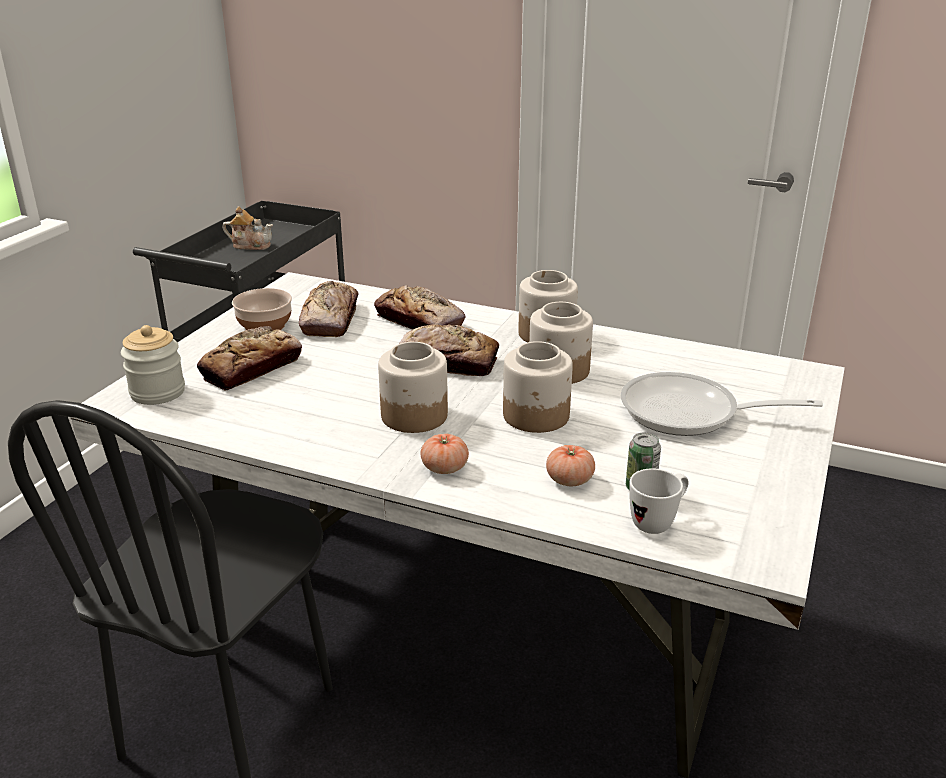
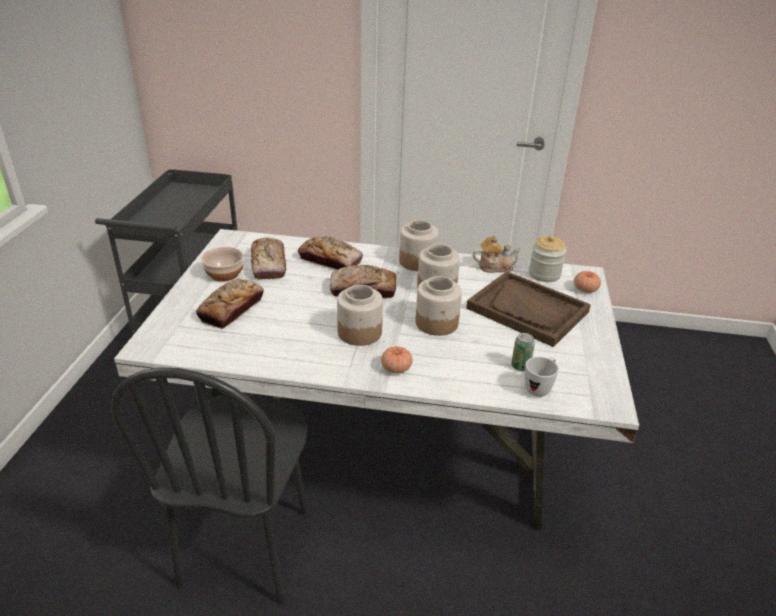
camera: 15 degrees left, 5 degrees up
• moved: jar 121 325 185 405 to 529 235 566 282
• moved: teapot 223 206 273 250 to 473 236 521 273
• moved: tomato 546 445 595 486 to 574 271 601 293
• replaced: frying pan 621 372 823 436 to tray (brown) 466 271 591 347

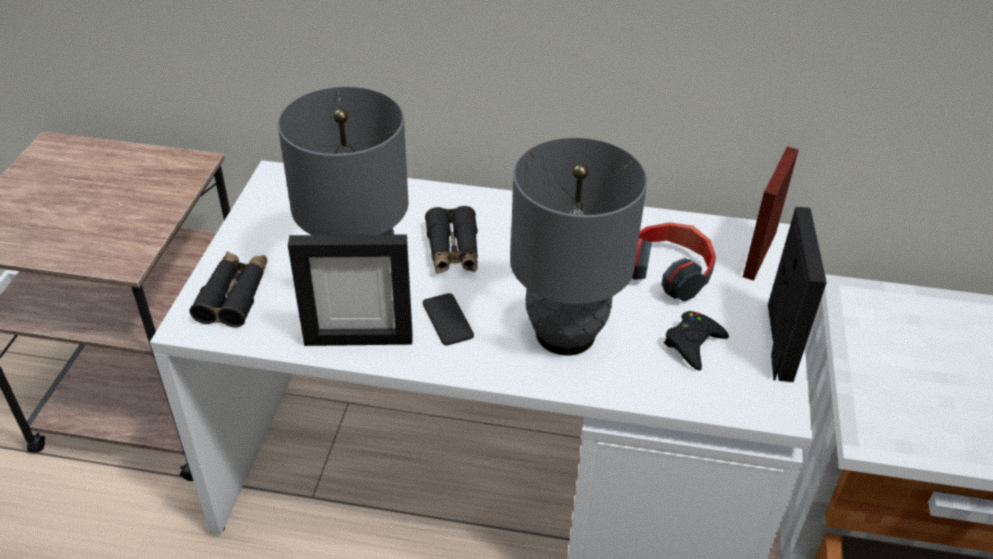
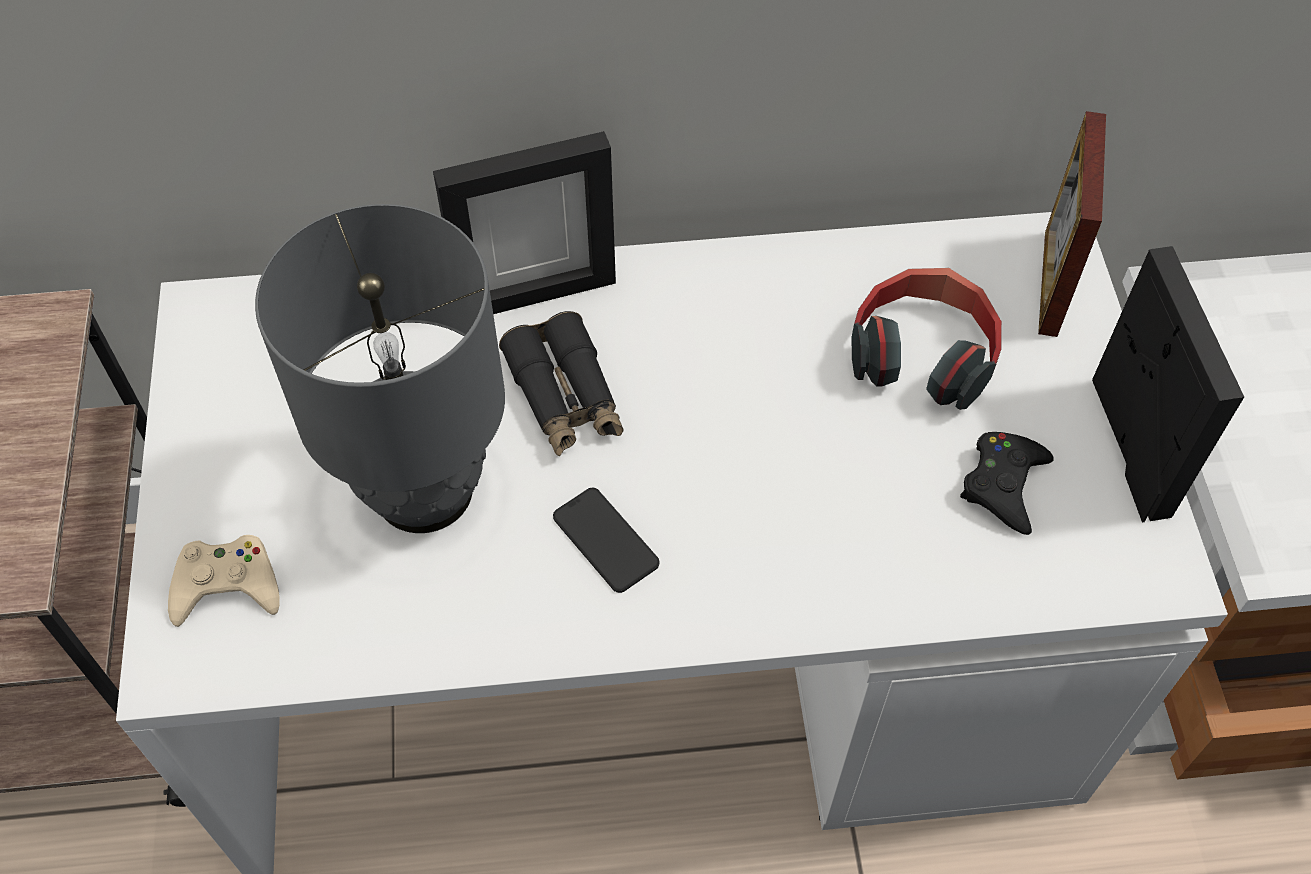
camera: 15 degrees left, 15 degrees up
• removed: table lamp (grey) 510 138 647 356
• moved: picture frame 288 234 413 346 to 433 131 616 314
• replaced: binoculars (black) 190 251 267 327 to game controller (beige) 168 535 280 627

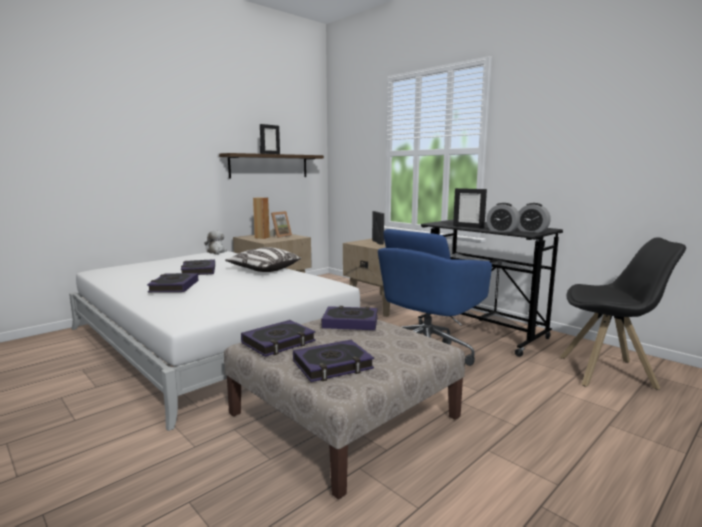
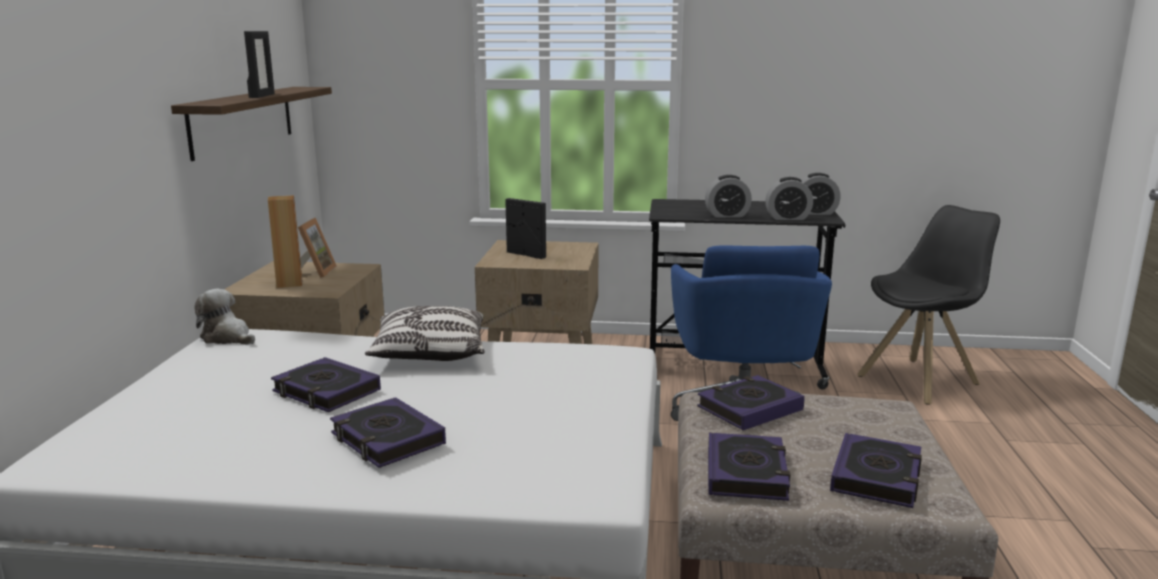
camera: 40 degrees left, 5 degrees up
• replaced: picture frame 453 188 487 228 to alarm clock 705 175 752 218

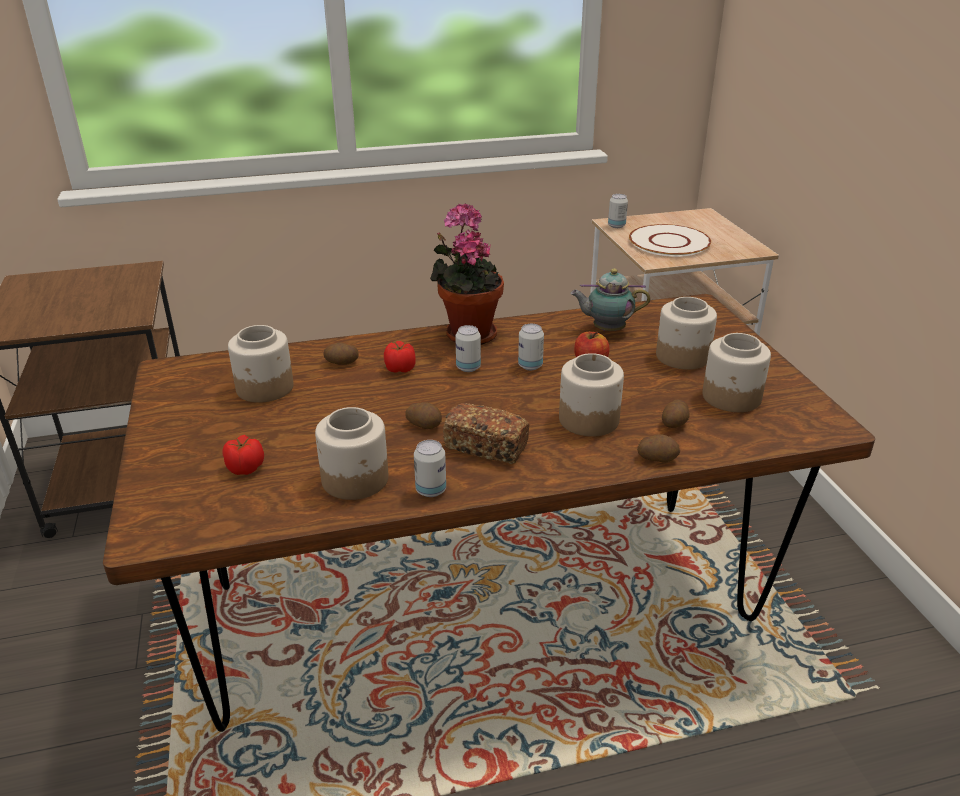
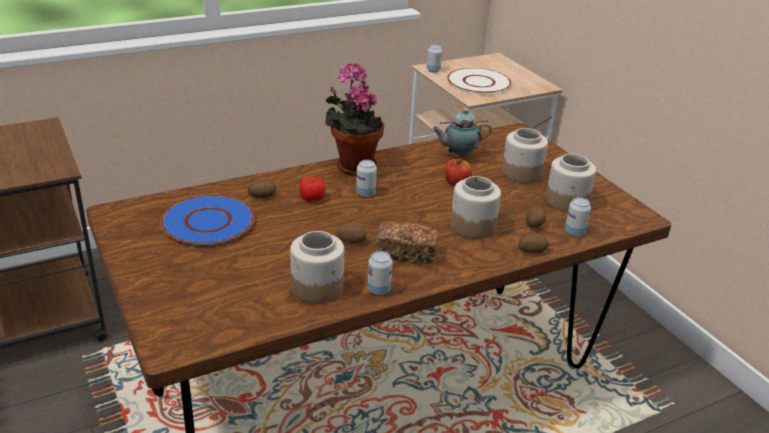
camera: 15 degrees left, 0 degrees up
• removed: tomato 222 435 264 475
• moved: can 518 324 544 370 to 565 197 591 236
• replaced: jar 228 325 294 403 to plate (blue) 160 195 255 245

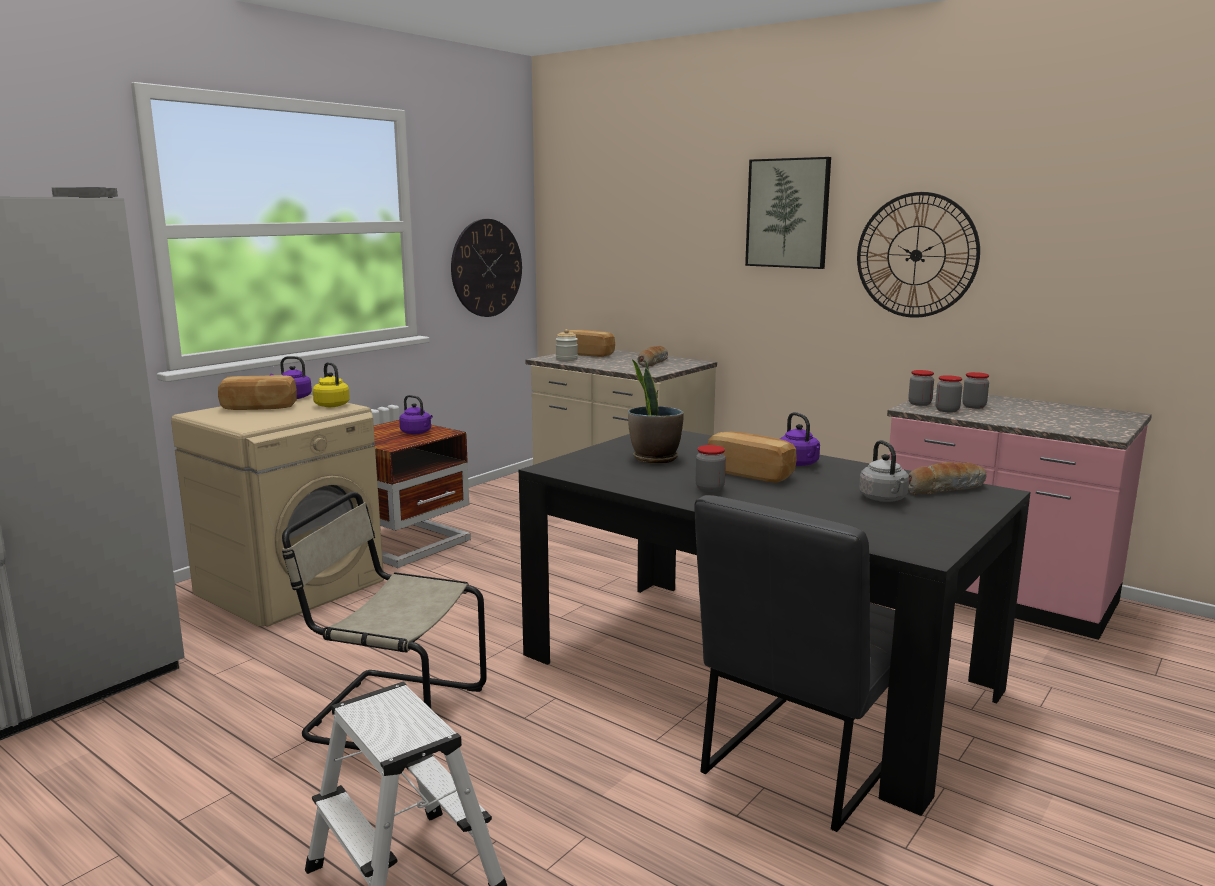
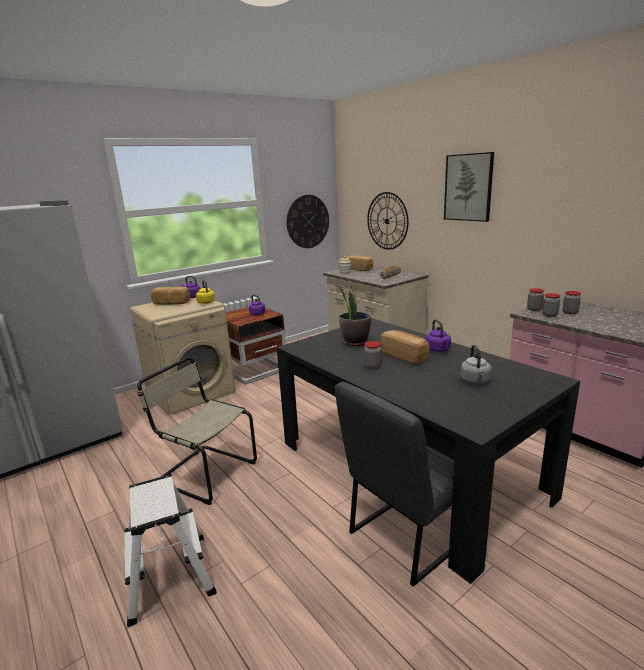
camera: 15 degrees right, 5 degrees up
• removed: bread 908 462 987 495
• moved: wall clock 857 192 980 318 to 367 192 409 250

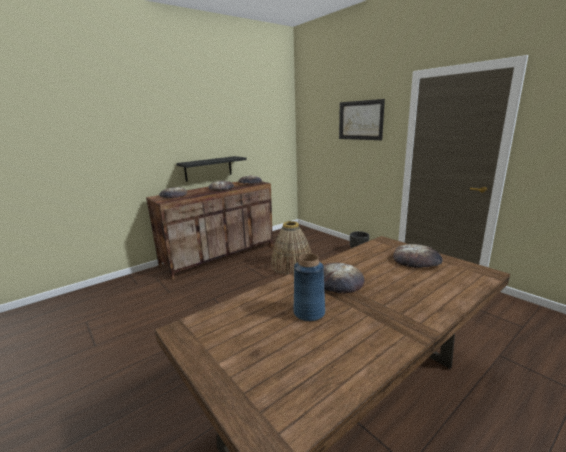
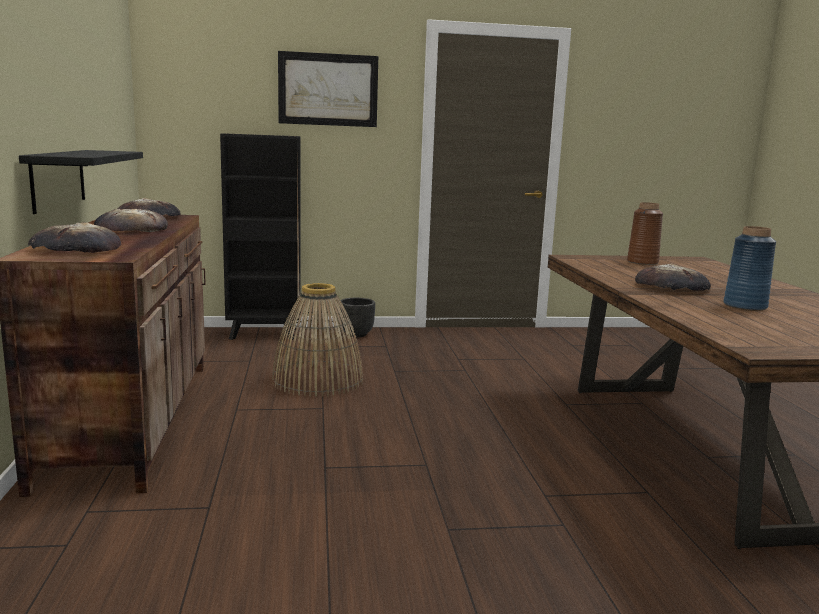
camera: 60 degrees left, 5 degrees down
• added: bookcase (black) 220 133 301 340
• replaced: bread 393 244 443 268 to vase (brown) 627 202 663 265

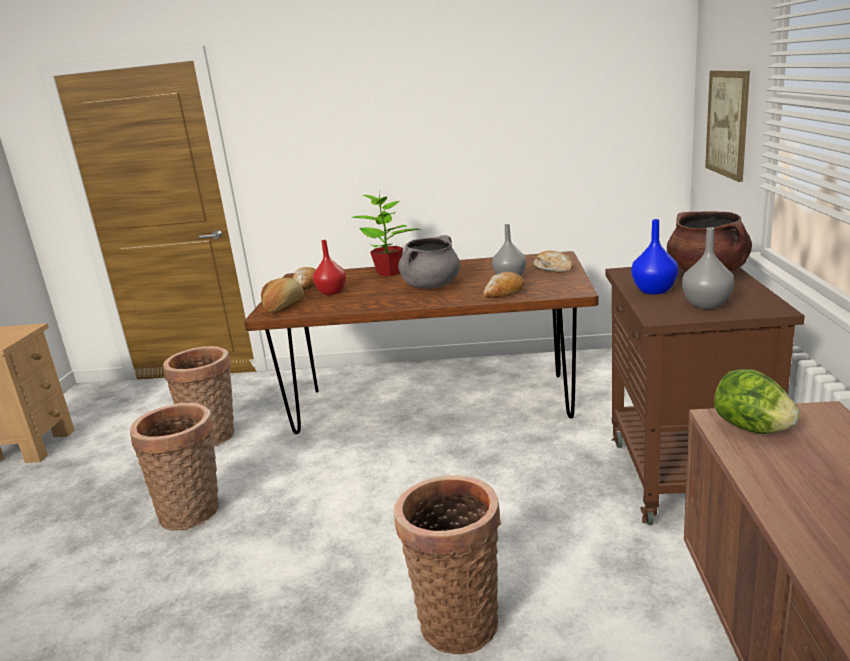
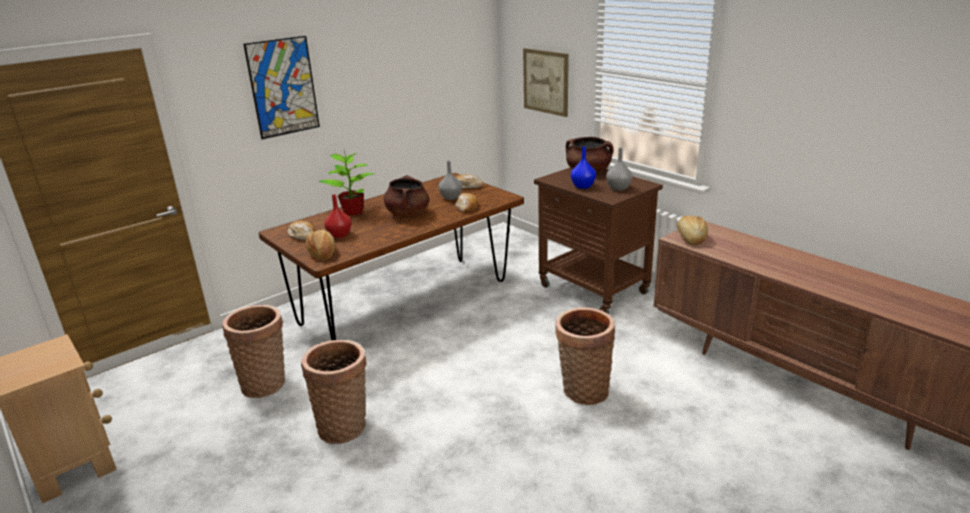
camera: 45 degrees left, 5 degrees up
• added: picture 243 36 320 139
• replaced: lettuce 714 369 800 434 to bread 677 215 708 245
• recoloured: cooking pot (grey) 398 235 460 289 to cooking pot (brown) 384 175 429 217

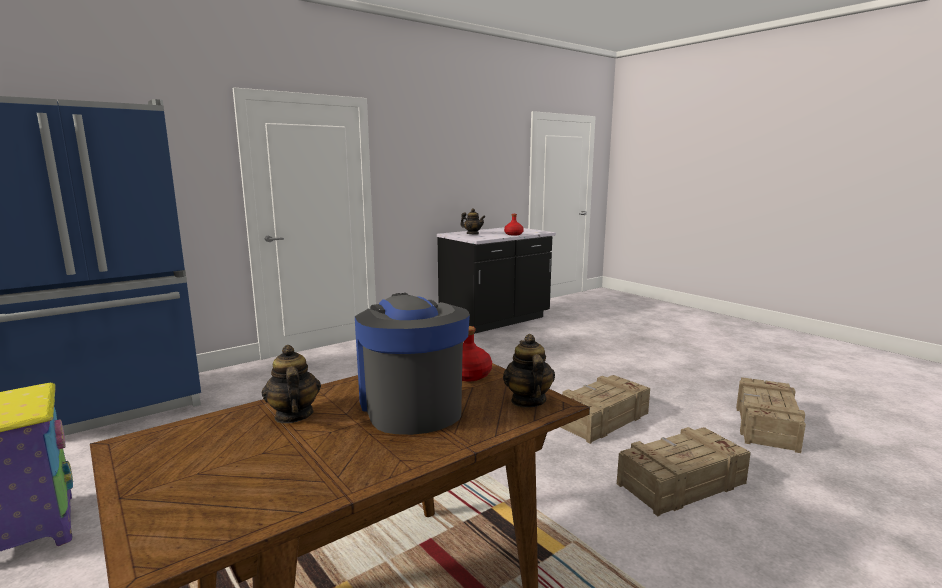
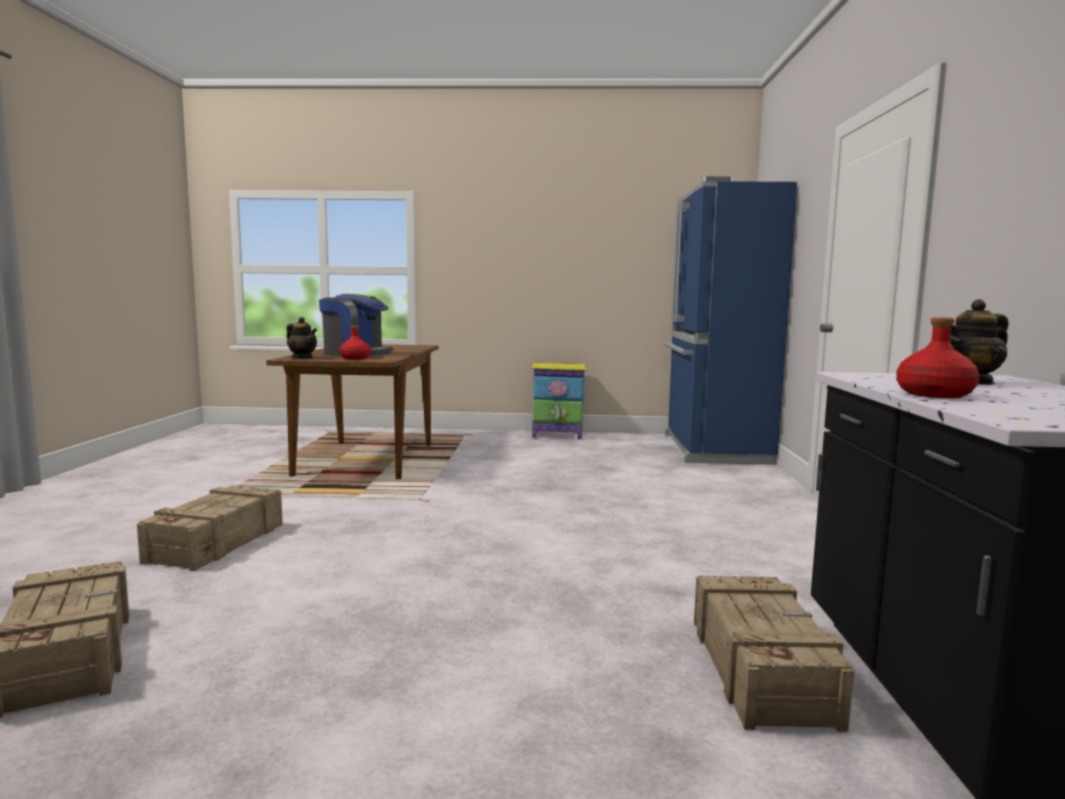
camera: 130 degrees right, 5 degrees down
• removed: teapot 262 345 321 424
• moved: crate 561 375 650 444 to 694 576 854 732

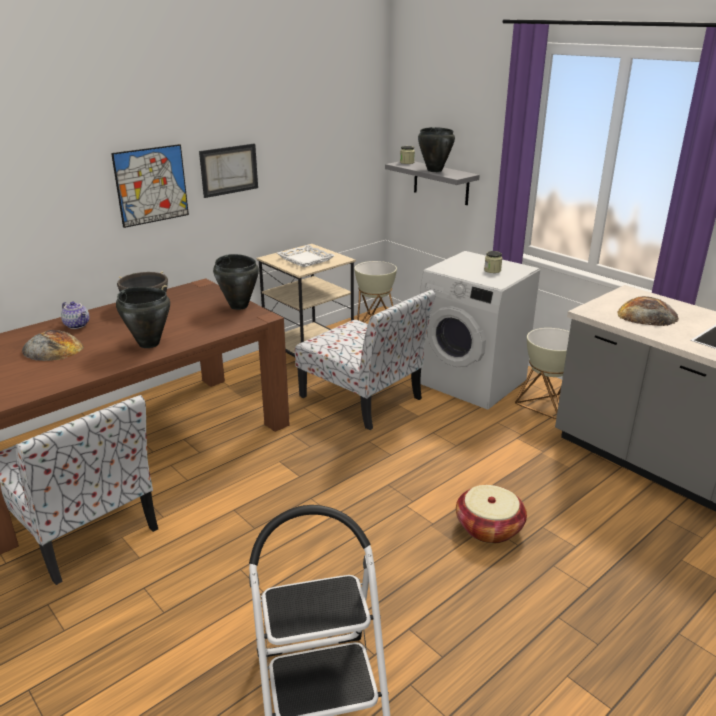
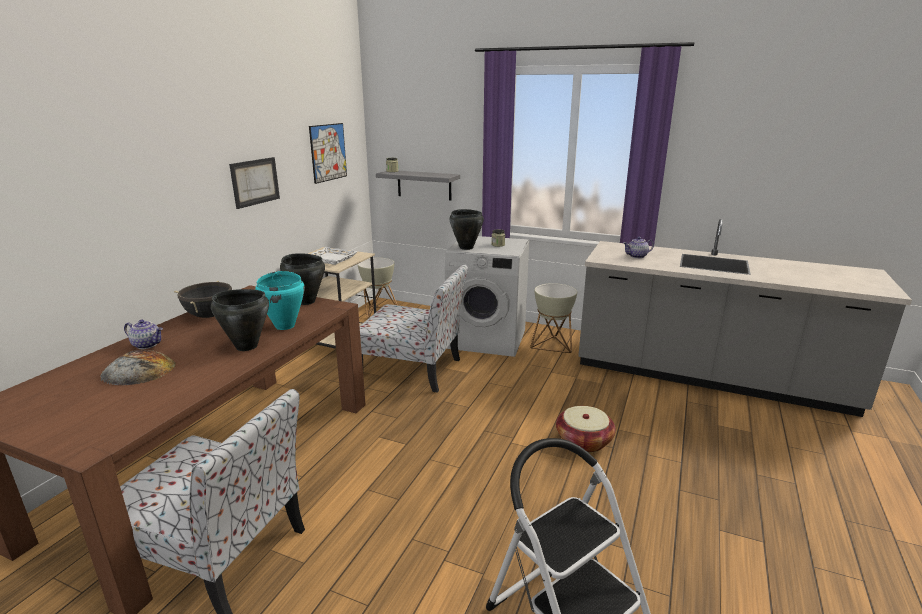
camera: 25 degrees left, 5 degrees down
• added: cooking pot (turquoise) 255 271 305 330
• moved: picture 111 144 189 228 to 309 123 347 184
• moved: cooking pot (black) 418 127 455 172 to 450 209 484 250
• replaced: bread 617 296 679 326 to teapot 623 237 654 258

